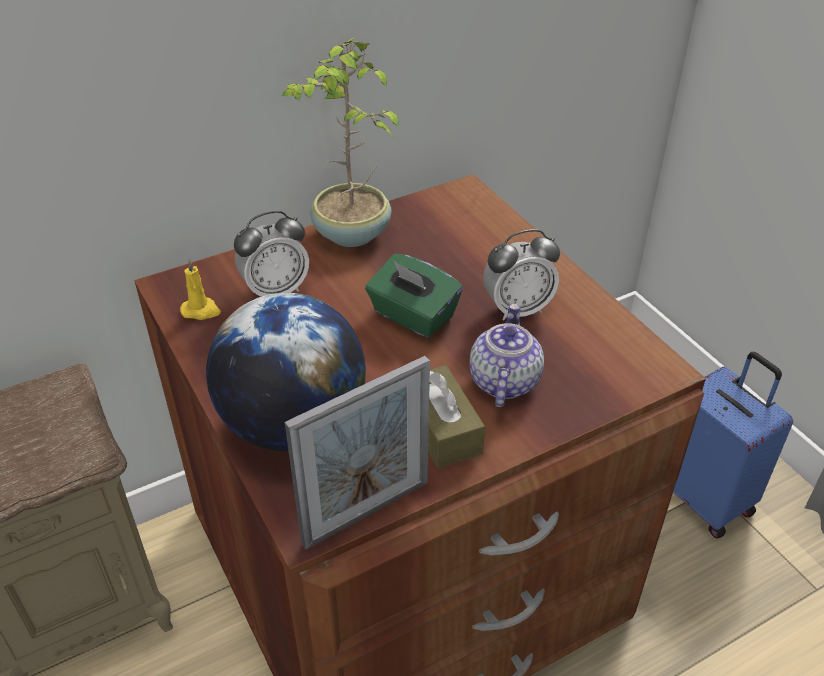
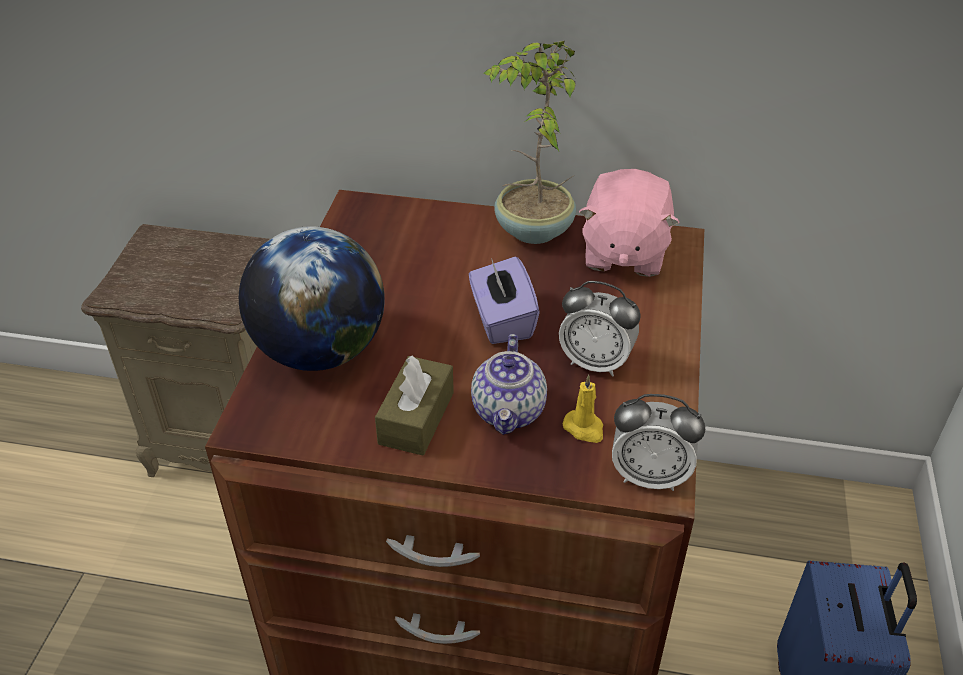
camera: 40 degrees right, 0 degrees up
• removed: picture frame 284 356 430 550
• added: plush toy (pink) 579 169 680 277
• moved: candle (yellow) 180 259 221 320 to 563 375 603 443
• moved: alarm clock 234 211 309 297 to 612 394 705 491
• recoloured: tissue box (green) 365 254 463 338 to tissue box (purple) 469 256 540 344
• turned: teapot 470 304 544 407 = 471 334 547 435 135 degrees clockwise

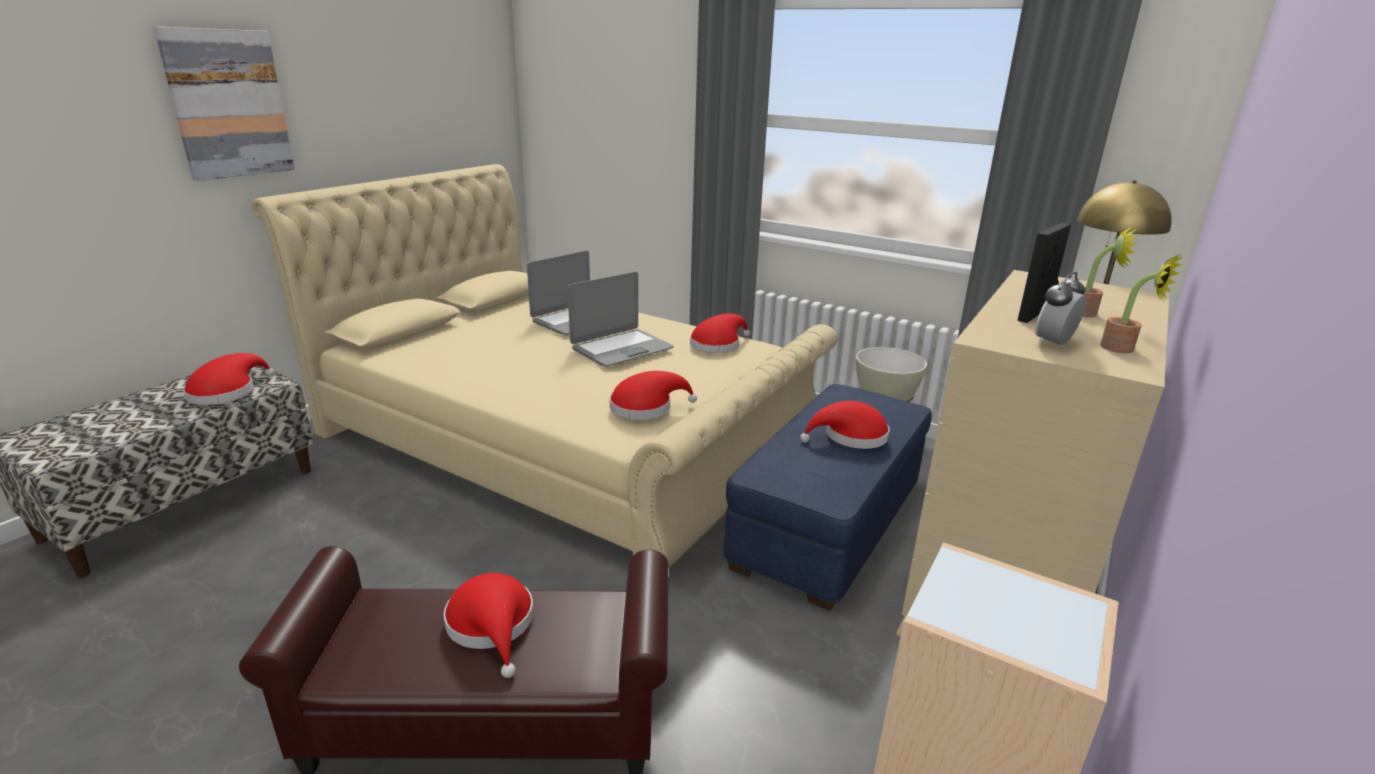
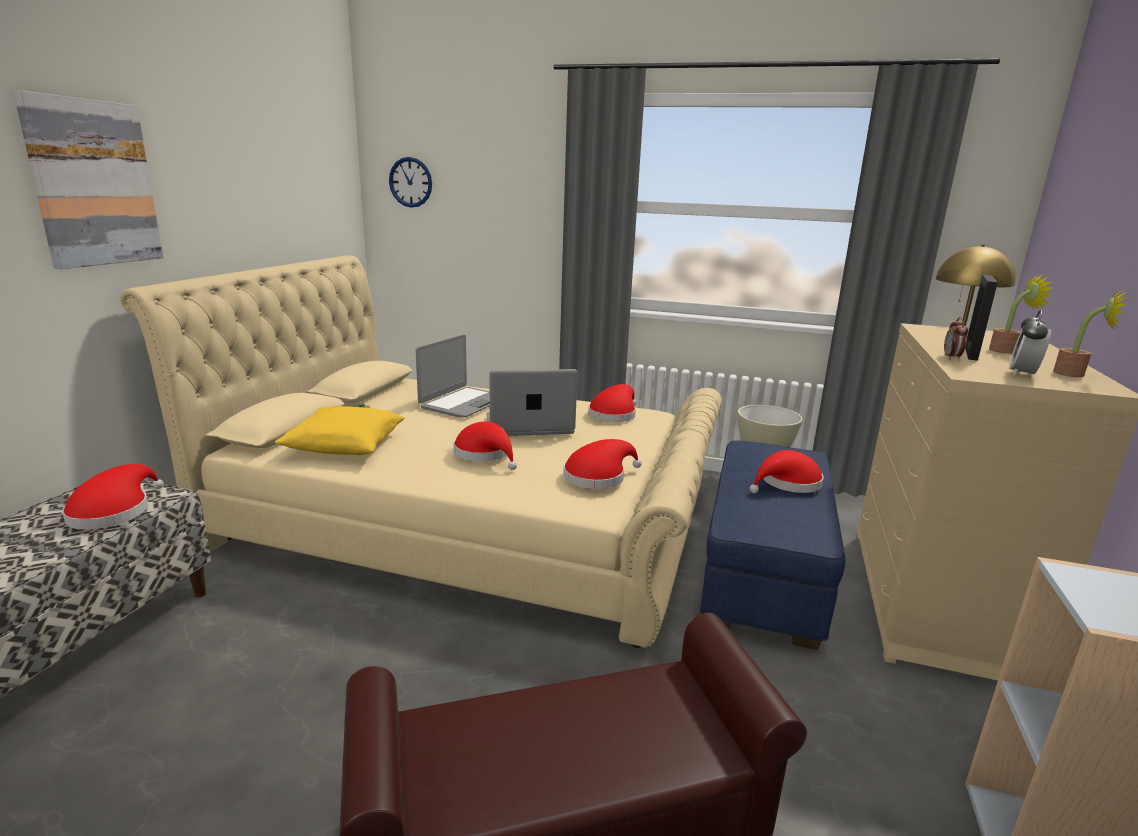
camera: 15 degrees left, 5 degrees down
• added: pillow (yellow) 275 404 405 455
• added: wall clock 389 157 432 208
• added: alarm clock 944 317 968 359
• moved: hat (red) 444 573 533 678 to 454 421 517 470
• turned: laptop 568 272 674 366 = 487 369 577 436 135 degrees counterclockwise

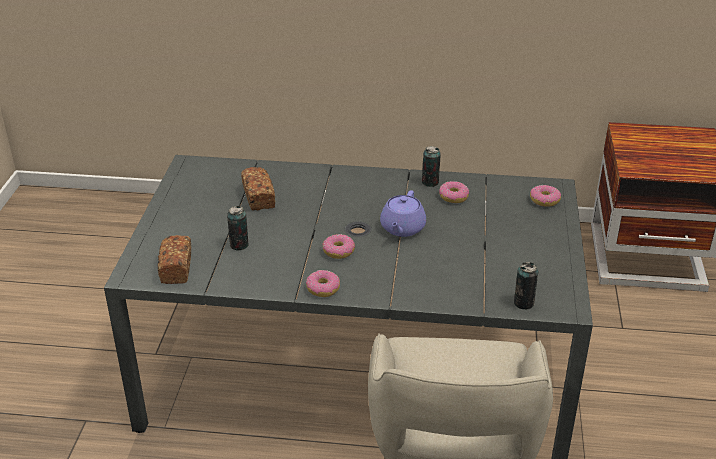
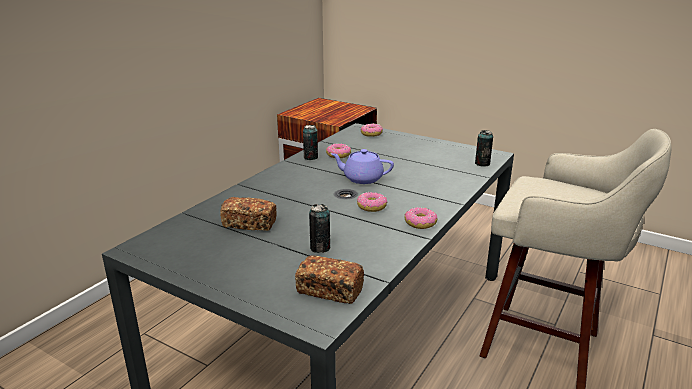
camera: 65 degrees left, 10 degrees down
• turned: teapot (purple) 380 191 426 237 = 331 149 394 184 150 degrees clockwise

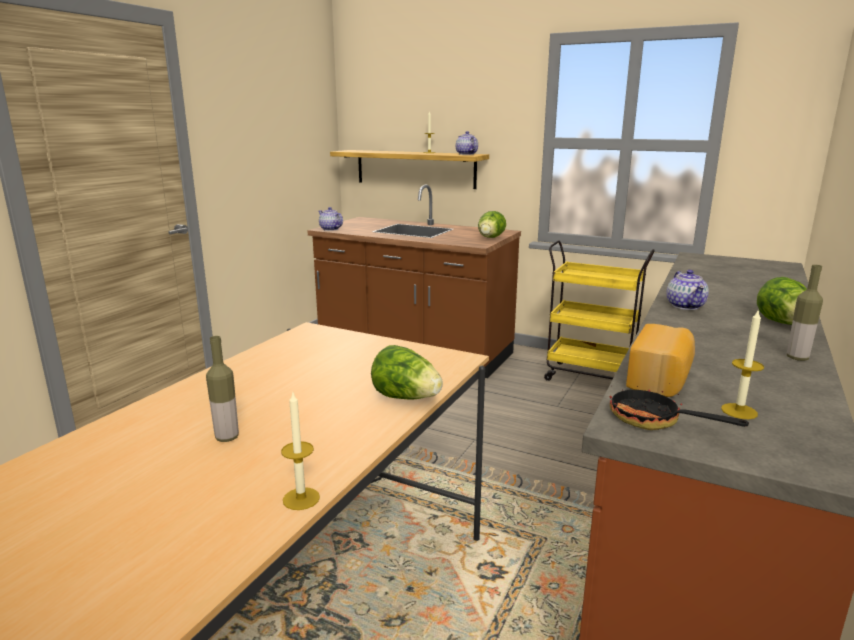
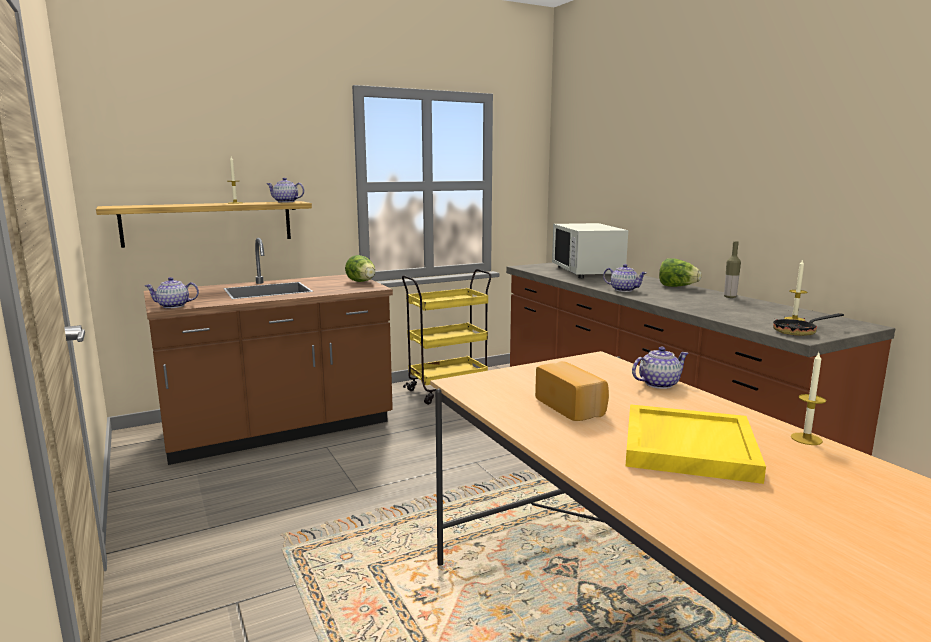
camera: 55 degrees left, 5 degrees down
• added: microwave (white) 552 223 628 278
• moved: bread 626 324 695 397 to 535 361 609 421
• replaced: bottle 206 336 239 442 to tray (yellow) 625 404 766 484
• replaced: lettuce 371 345 443 399 to teapot 632 347 689 389

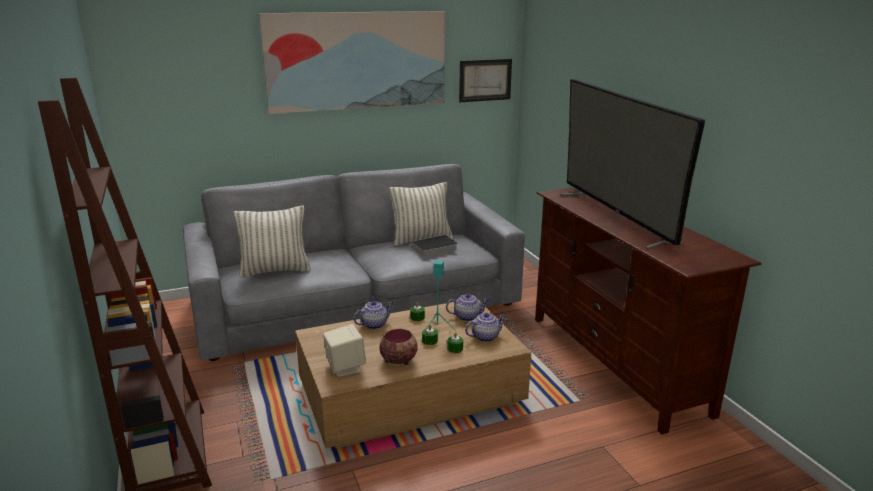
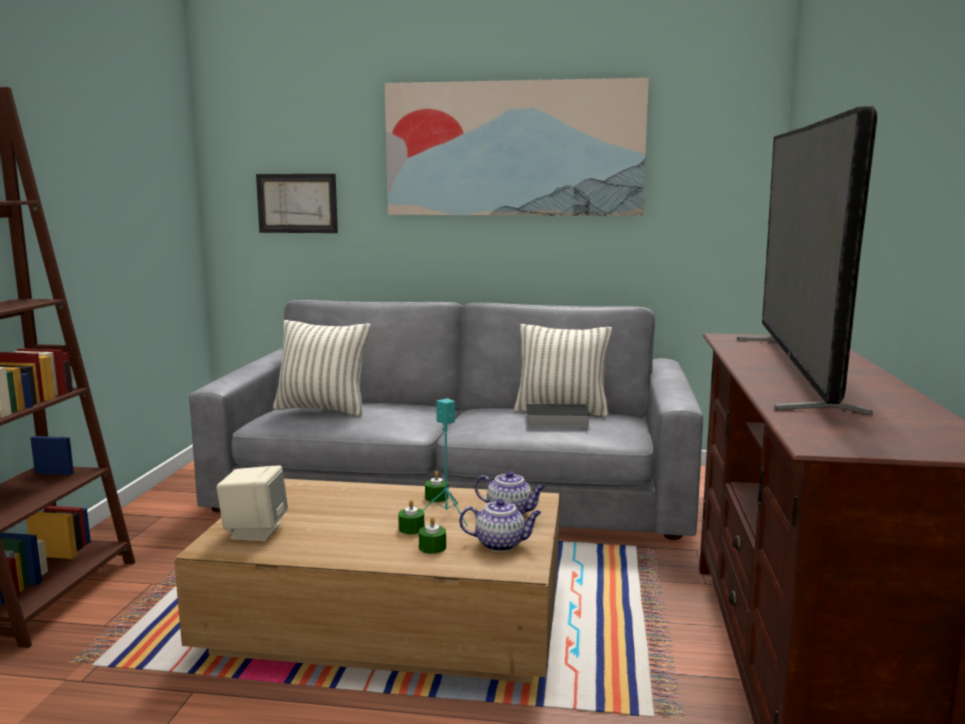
camera: 30 degrees right, 10 degrees down
• removed: teapot 354 301 393 329
• removed: bowl 379 329 418 365
• moved: picture 459 59 512 102 to 256 174 338 233

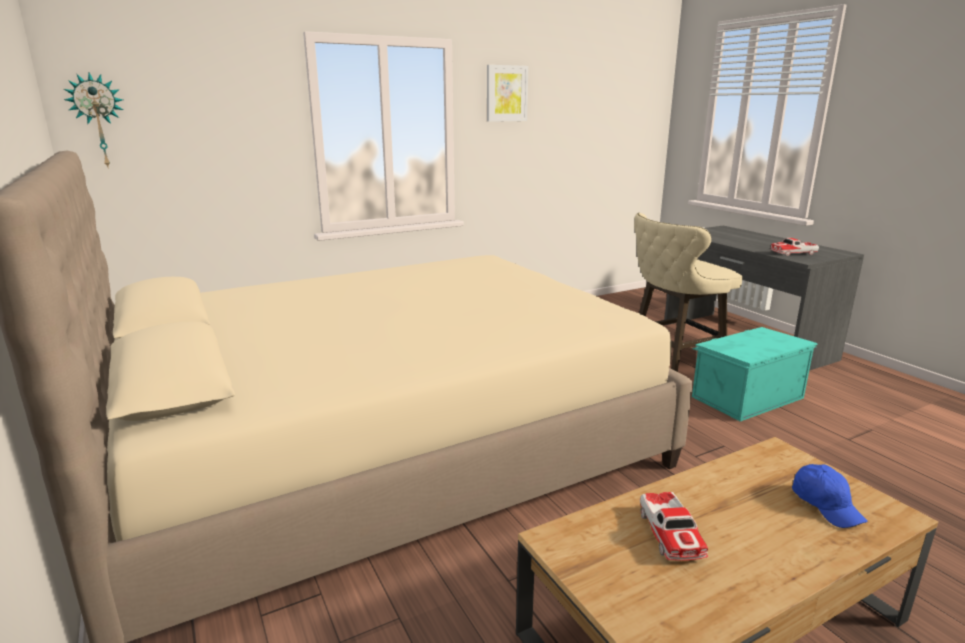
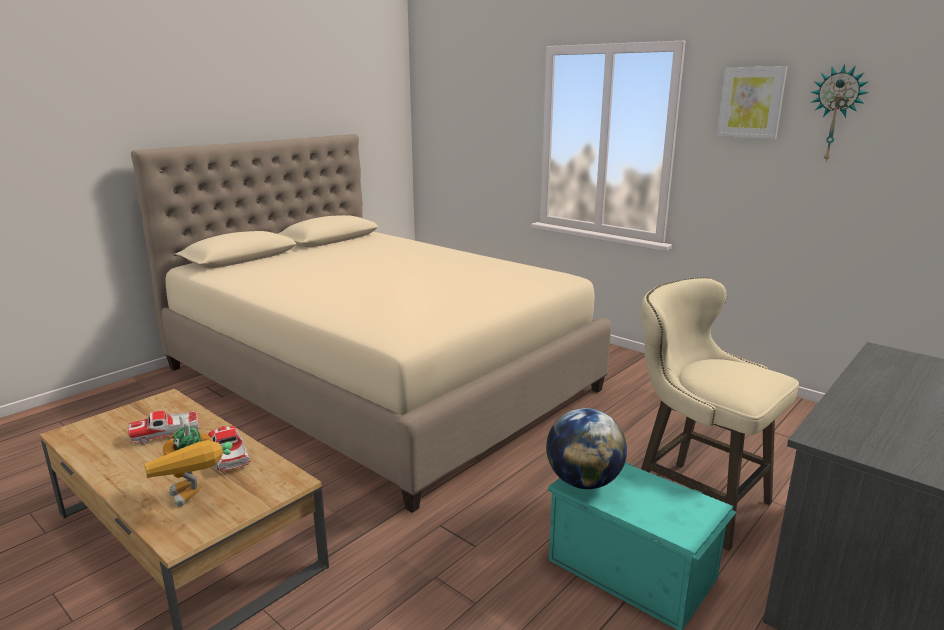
camera: 70 degrees right, 0 degrees up
• added: globe 546 408 627 489
• moved: wall clock 64 73 123 169 to 811 64 869 162
• moved: toy car 770 238 819 256 to 208 426 250 472
• replaced: cap (blue) 792 464 868 528 to toy robot 144 415 233 507

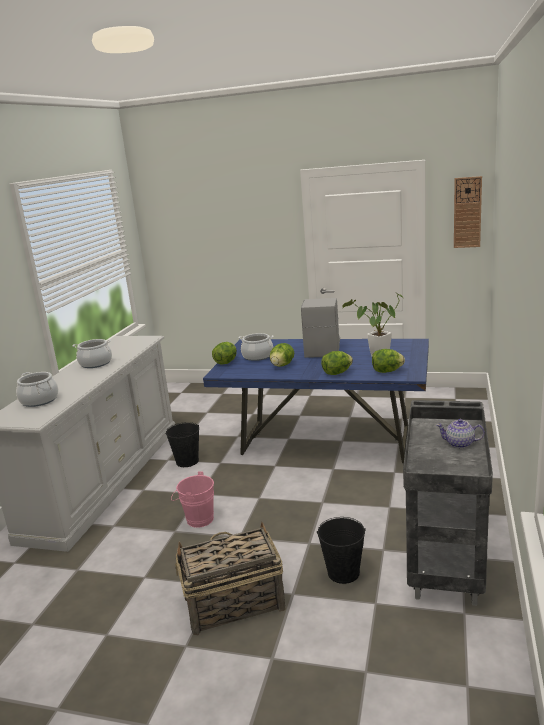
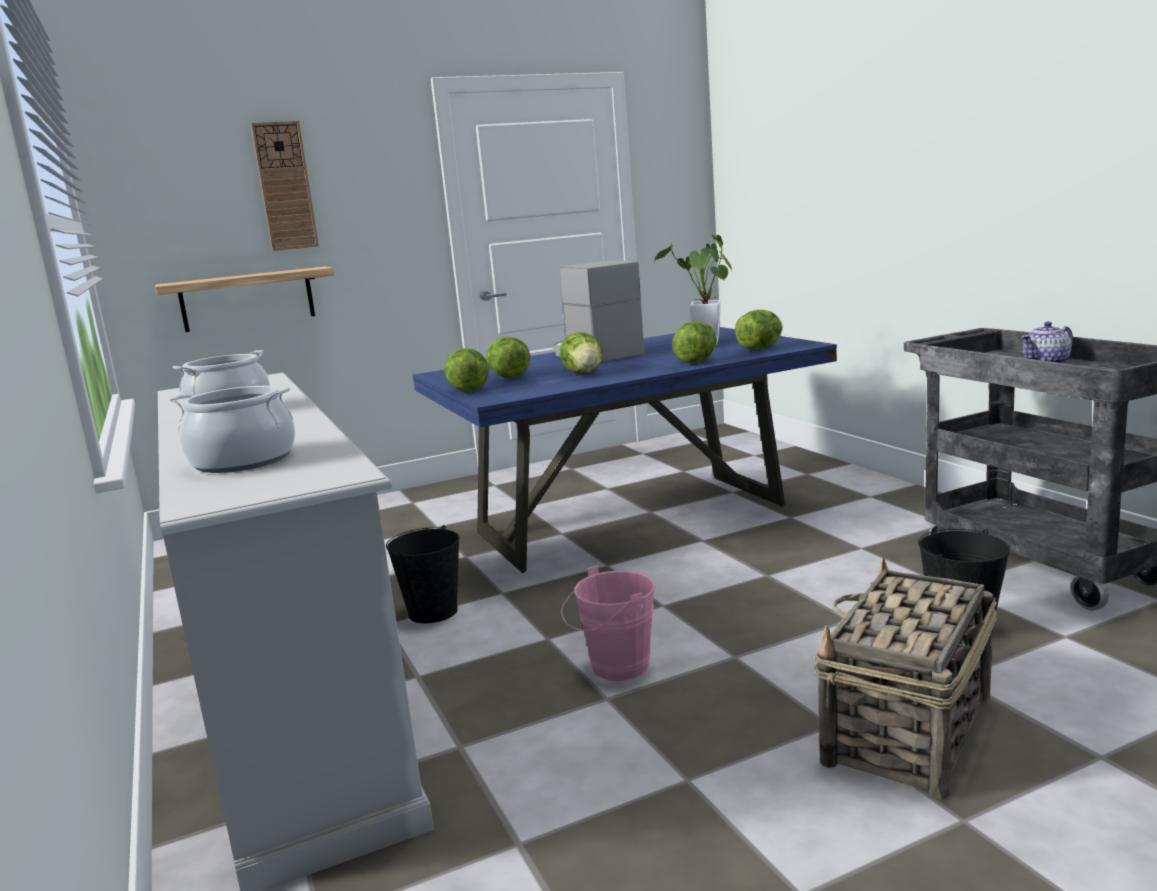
camera: 40 degrees left, 5 degrees down
• added: shelf 155 267 335 332
• moved: wall clock 454 176 482 248 to 251 121 319 251
• replaced: cooking pot 238 333 274 361 to lettuce 486 337 531 378

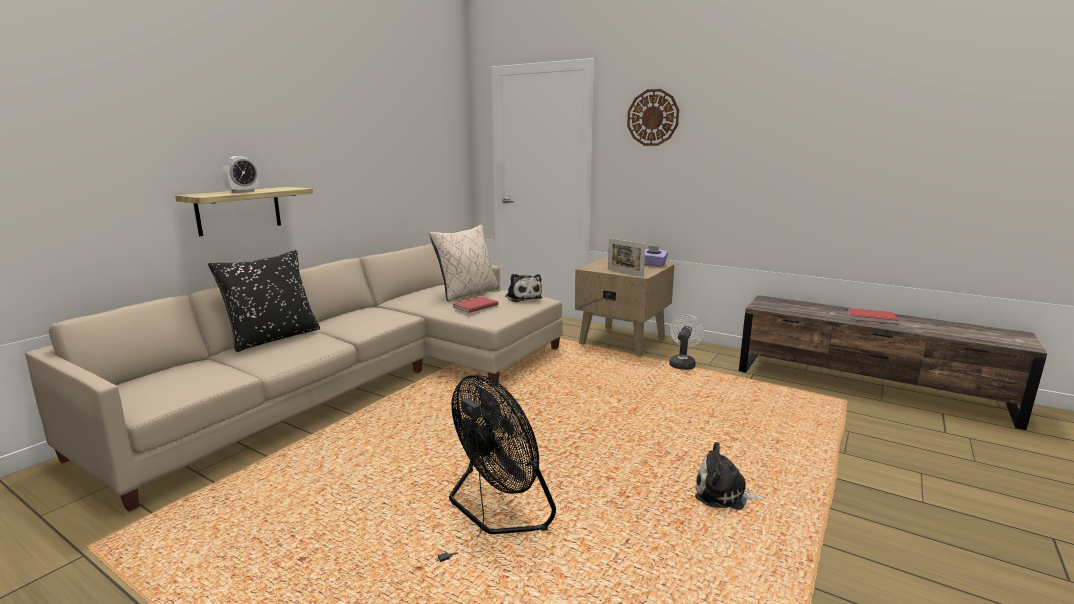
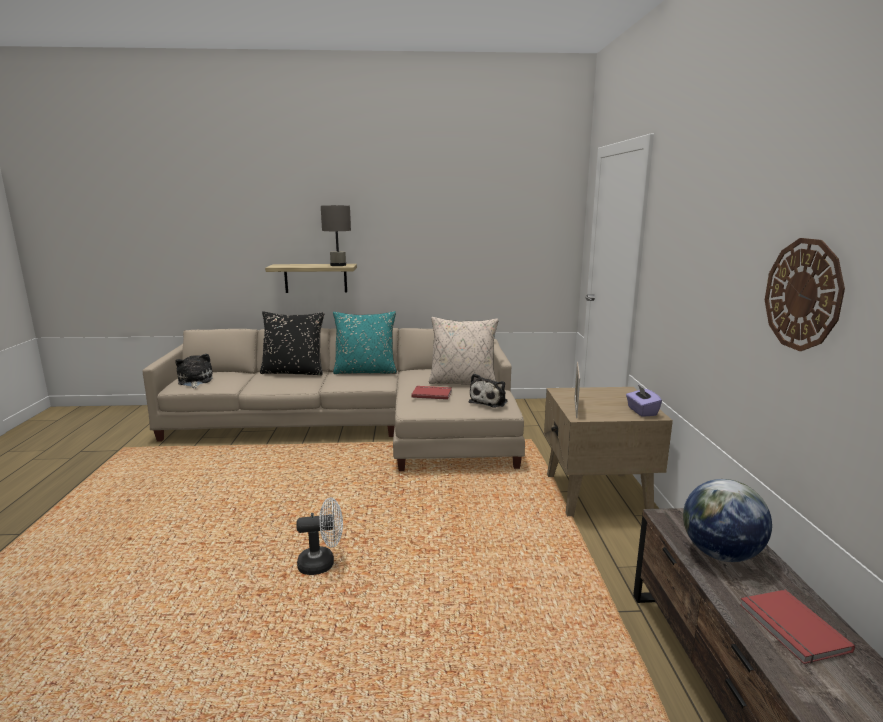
camera: 55 degrees right, 0 degrees up
• removed: alarm clock 222 156 259 193
• removed: fan (black) 435 375 556 562
• added: table lamp (grey) 321 205 351 266
• added: pillow (turquoise) 333 311 397 374
• added: globe 683 479 772 562
• moved: wall clock 627 89 679 146 to 765 238 845 351
• moved: fan (white) 669 314 704 370 to 296 498 343 575
• moved: plush toy 695 442 766 510 to 175 354 213 388

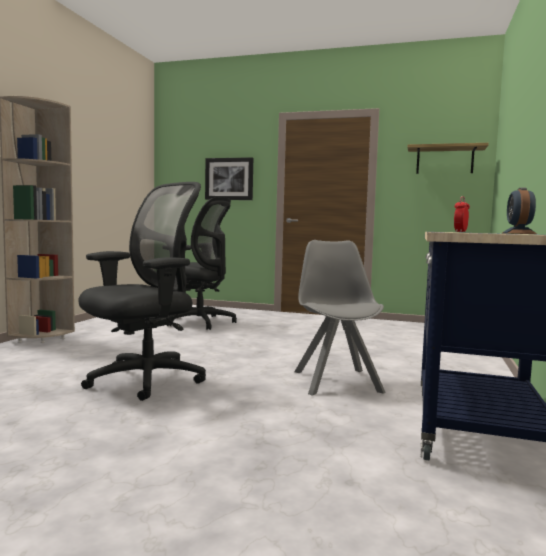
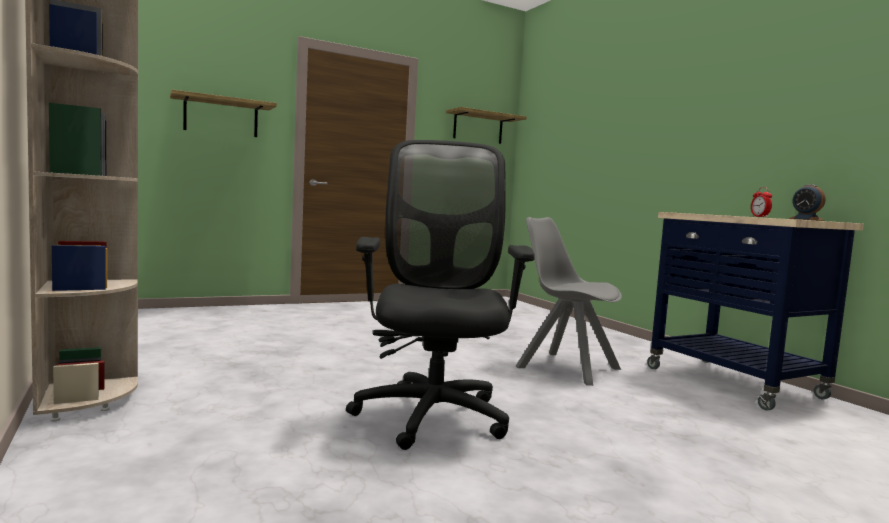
camera: 45 degrees left, 0 degrees up
• removed: office chair (black) 167 197 237 330
• replaced: picture 205 157 253 200 to shelf 170 89 277 137

